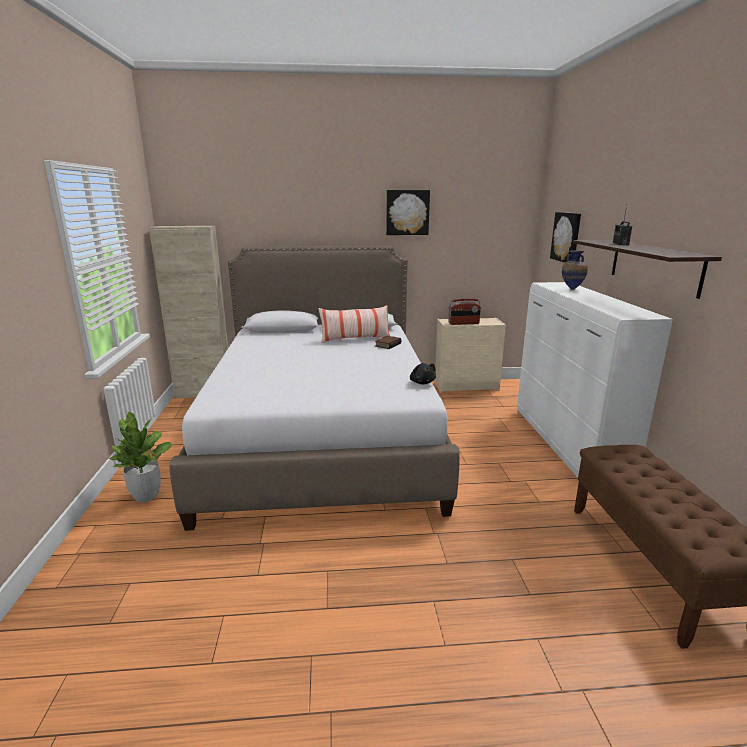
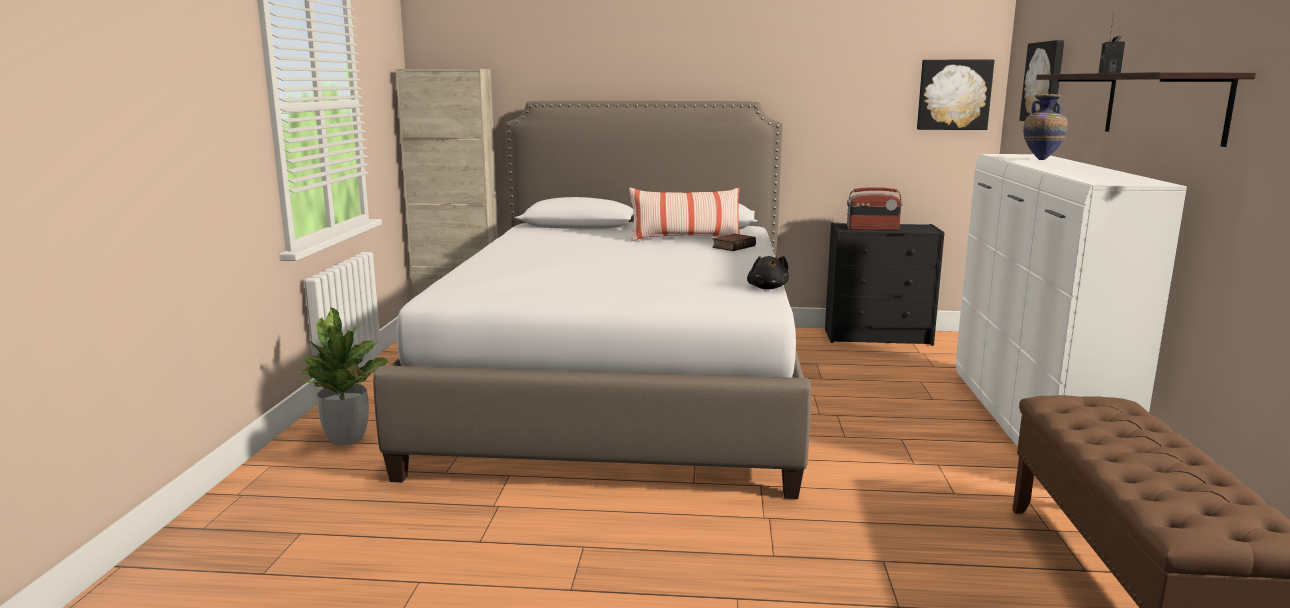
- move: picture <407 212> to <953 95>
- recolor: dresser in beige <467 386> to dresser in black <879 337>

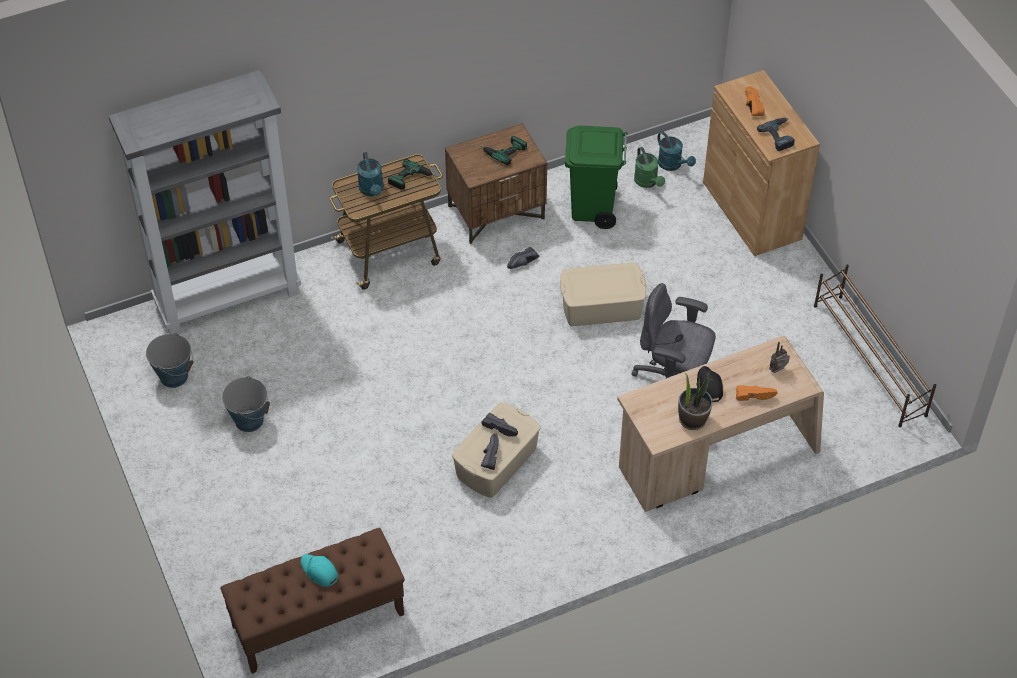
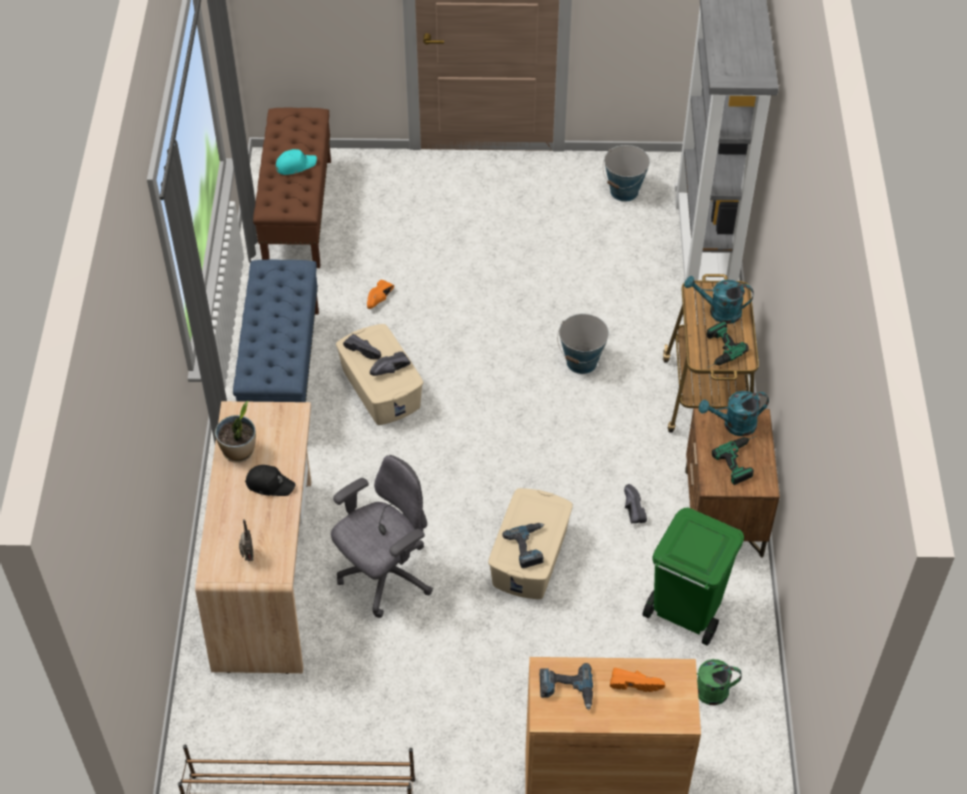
- move: bucket <249 420> to <582 362>
- move: watering can in turquoise <673 165> to <733 425>
- move: shoe in orange <754 395> to <381 299>
- insert: bench in blue <282 371>
- insert: power drill <529 547>

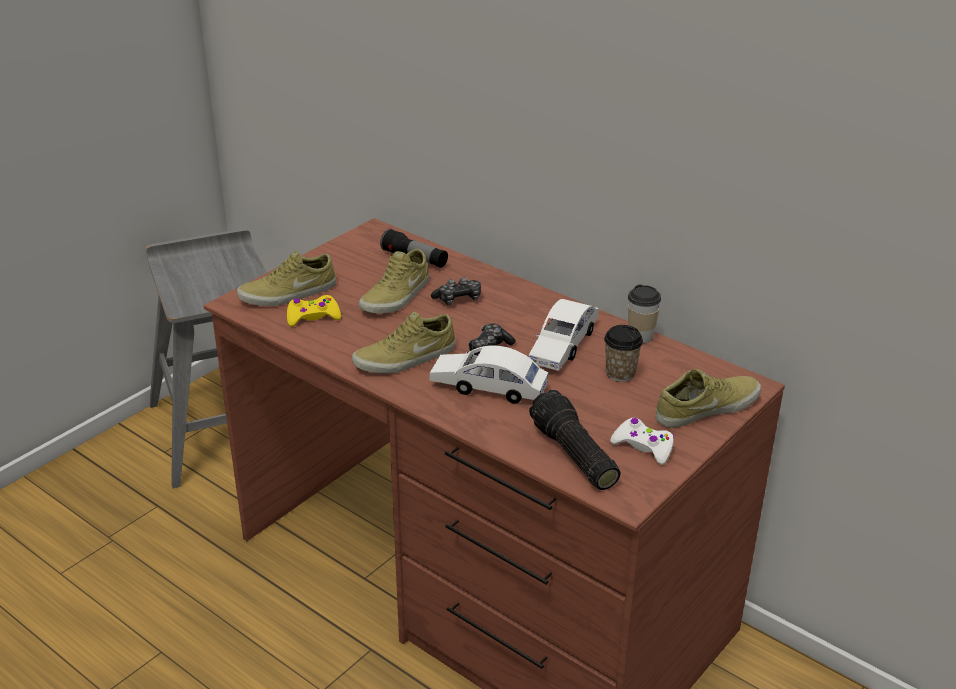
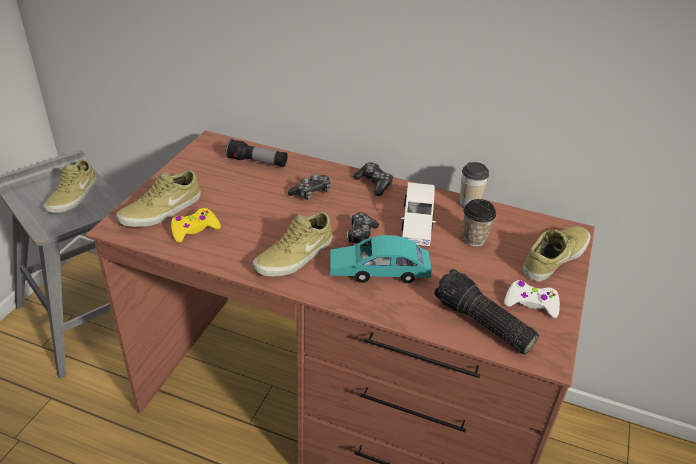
- move: shoe in beige <397 296> to <73 196>
- recolor: toy car in white <488 388> to toy car in turquoise <378 272>
- insert: game controller <374 184>

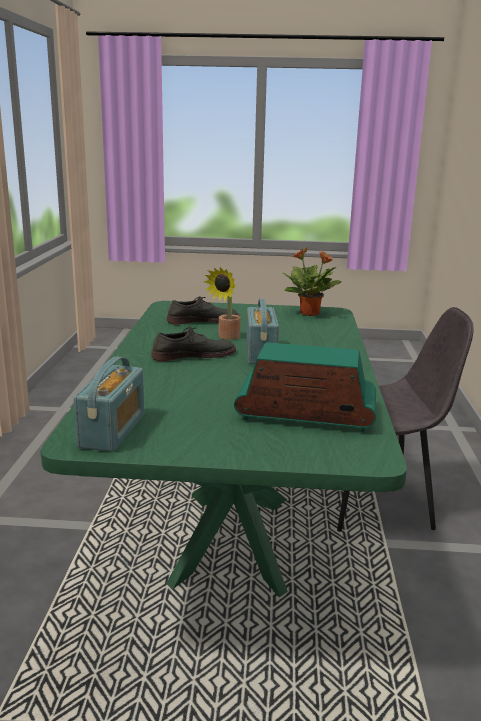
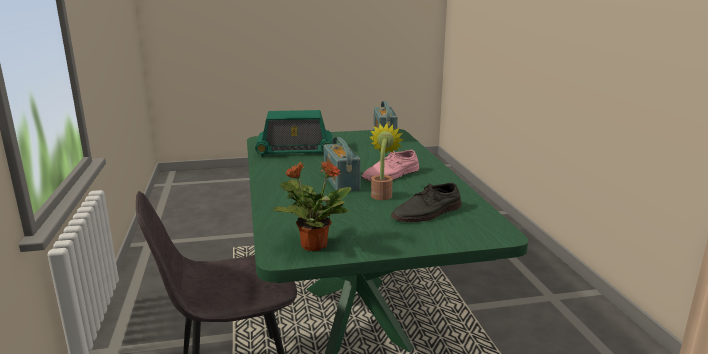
- recolor: shoe in grey <193 355> to shoe in pink <391 175>

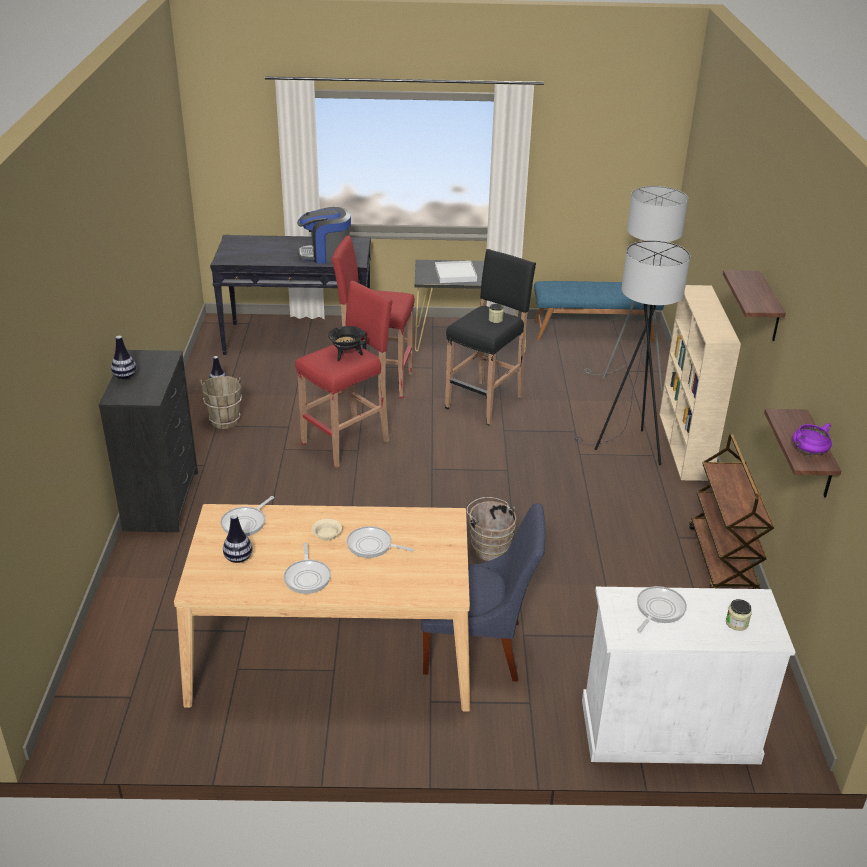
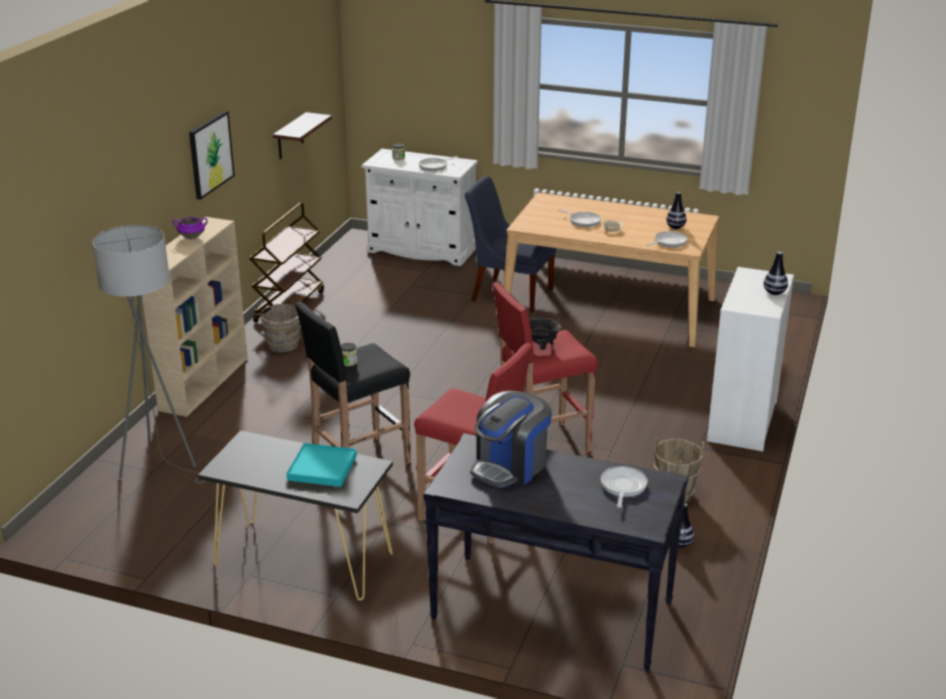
- recolor: dresser in black <162 501> to dresser in white <741 421>
- move: frying pan <307 577> to <623 487>
- rotate: coffee machine <326 254> = <510 466> 120 degrees clockwise
- recolor: tray in white <455 274> to tray in turquoise <322 468>
- move: bucket in brown <489 547> to <282 346>
- delete: bench in blue <593 331>
- delete: floor lamp in grey <627 449>
- replace: shelf <769 308> to picture <210 154>
- move: cooking pot in purple <808 452> to <192 237>

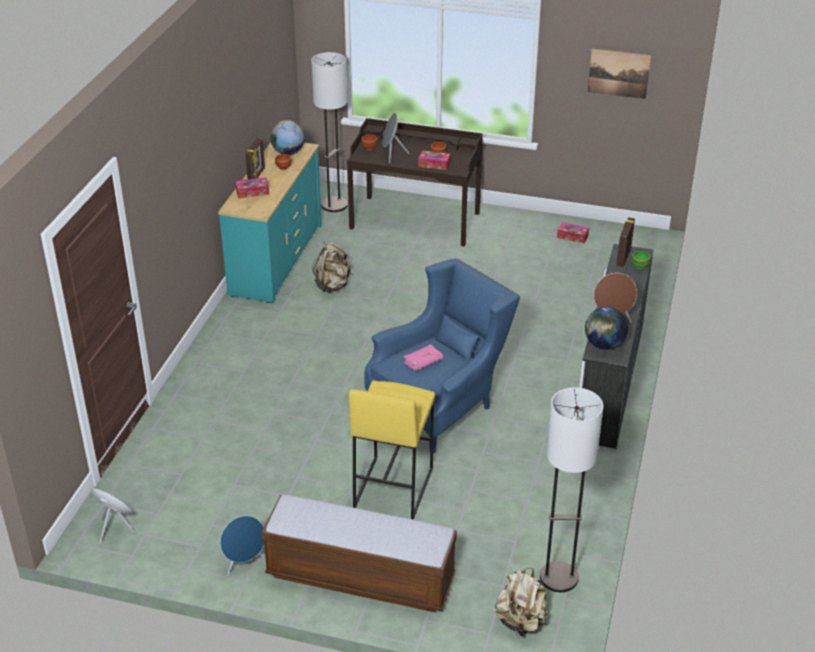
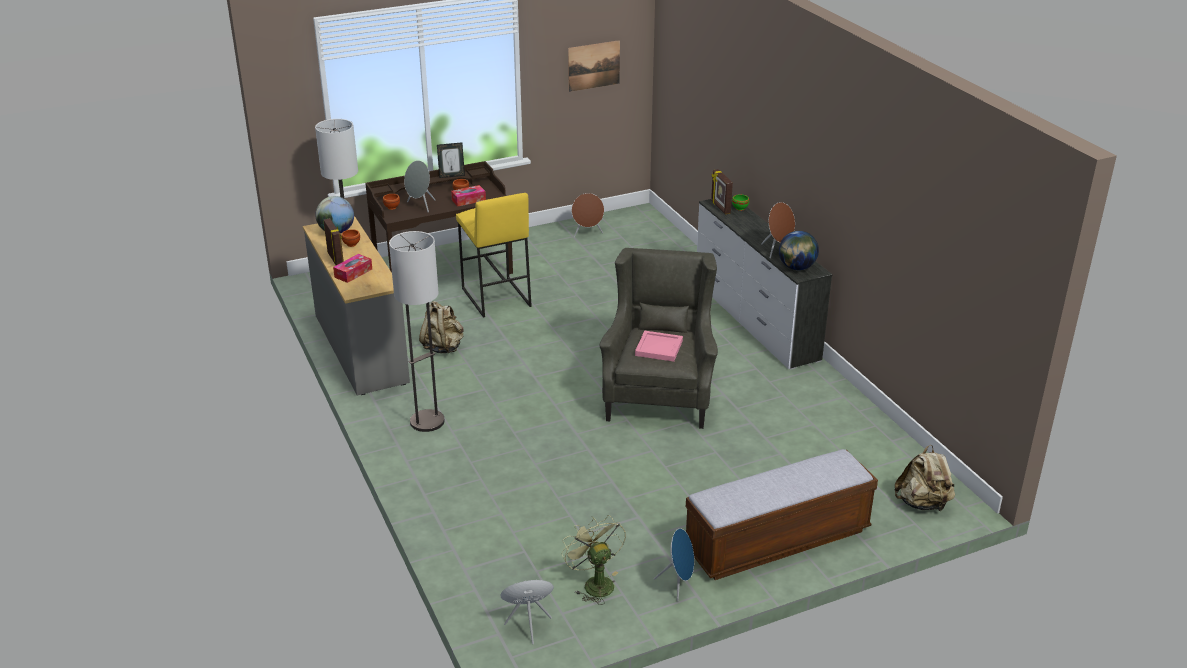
- recolor: dresser in turquoise <276 259> to dresser in grey <360 349>
- move: stool in yellow <392 487> to <495 297>
- recolor: armchair in blue <440 405> to armchair in grey <659 392>
- replace: book in pink <423 362> to tray in pink <658 348>
- move: floor lamp <558 578> to <427 422>
- replace: tissue box <572 236> to speaker in brown <587 233>
- insert: picture frame <451 176>
- insert: fan in green <594 583>

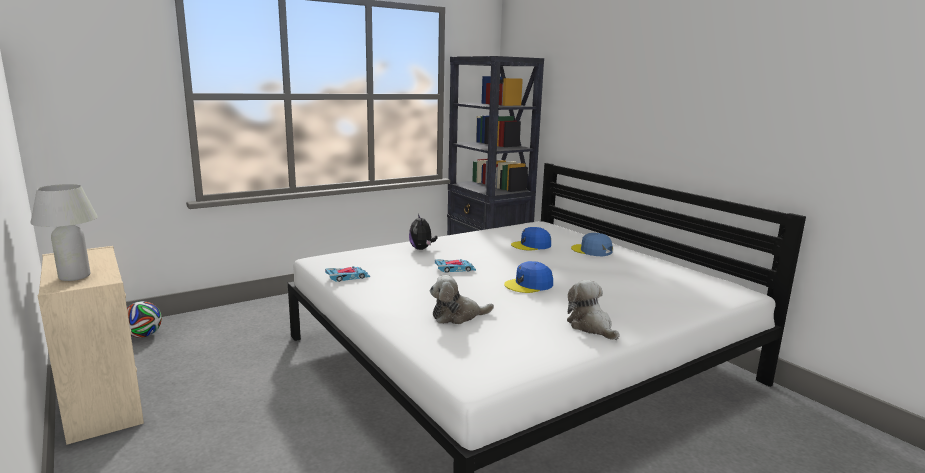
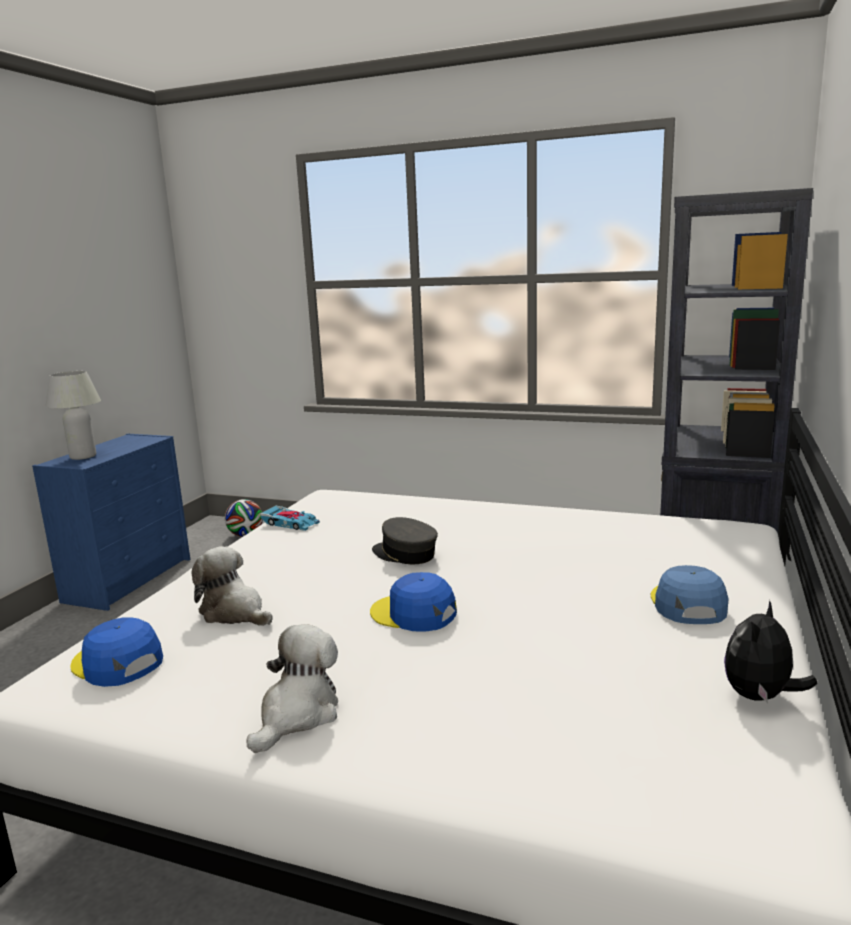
- recolor: dresser in beige <102 400> to dresser in blue <130 579>
- move: plush toy <422 249> to <760 697>
- replace: toy car <455 269> to cap in grey <404 554>
- move: cap in blue <531 245> to <117 663>

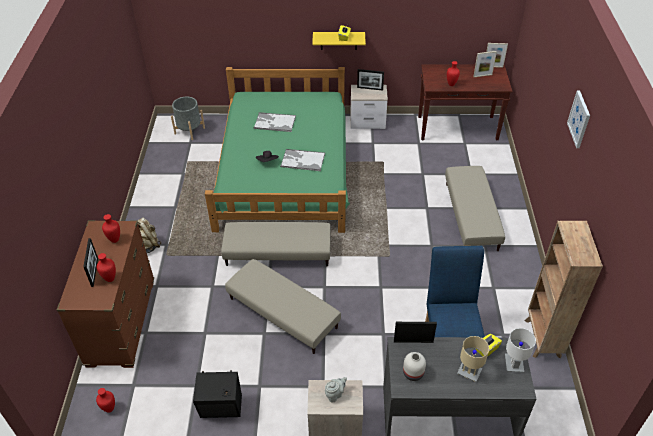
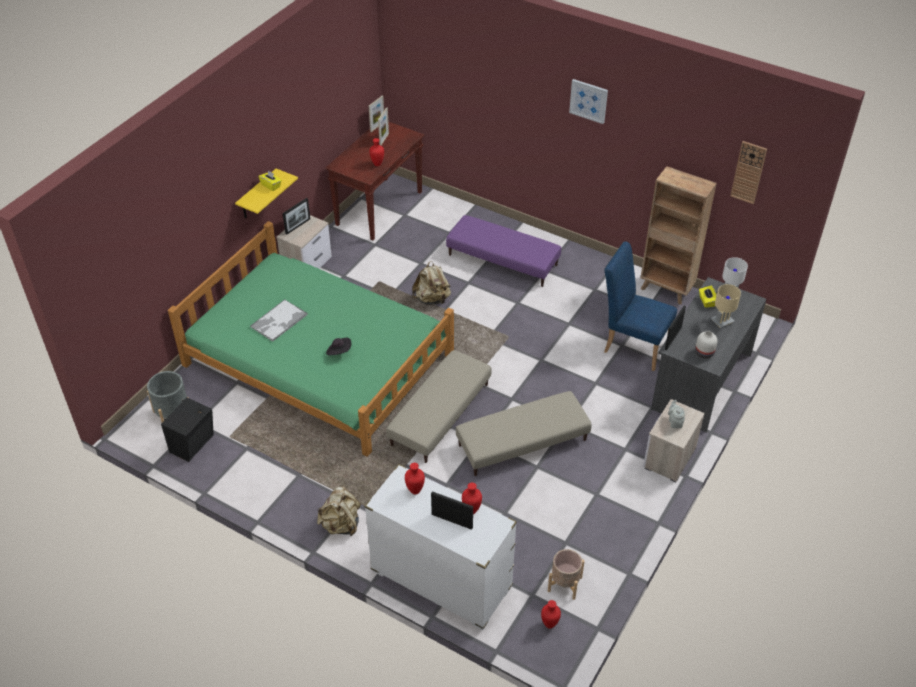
- recolor: dresser in brown <121 322> to dresser in white <441 580>
- move: speaker in black <221 408> to <194 444>
- delete: tray <302 160>
- recolor: ottoman in beige <470 216> to ottoman in purple <502 260>
- insert: backpack in beige <432 299>
- insert: planter in beige <564 584>
- insert: wall clock <748 172>

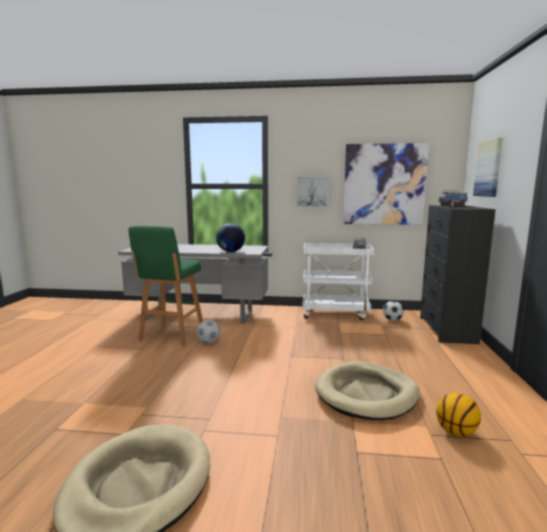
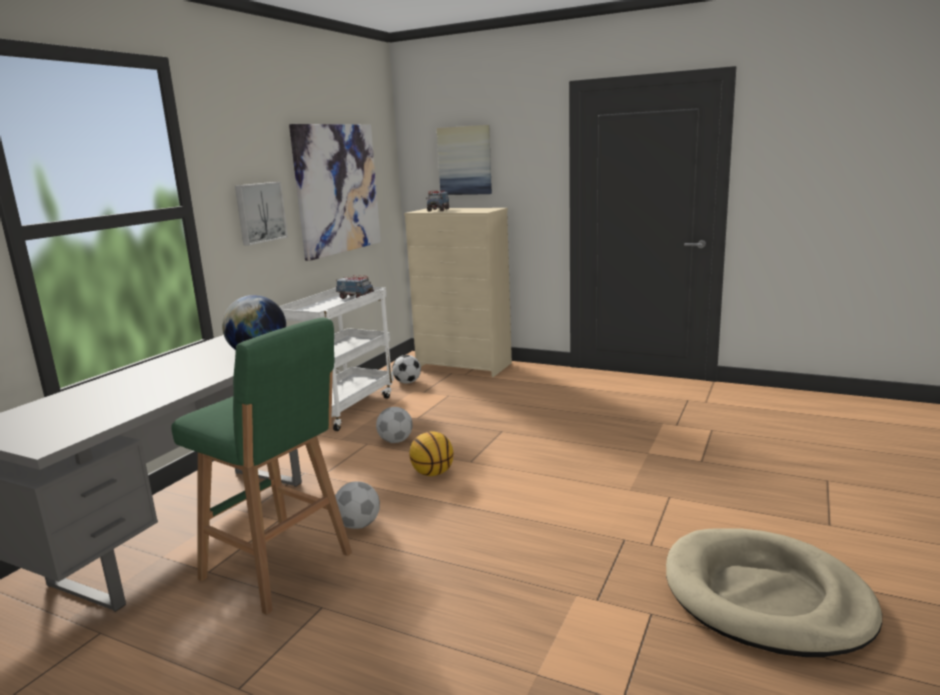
- delete: dog bed in beige <366 394>
- recolor: dresser in black <447 330> to dresser in beige <464 365>
- move: basketball <456 432> to <433 473>
- insert: football <395 441>

